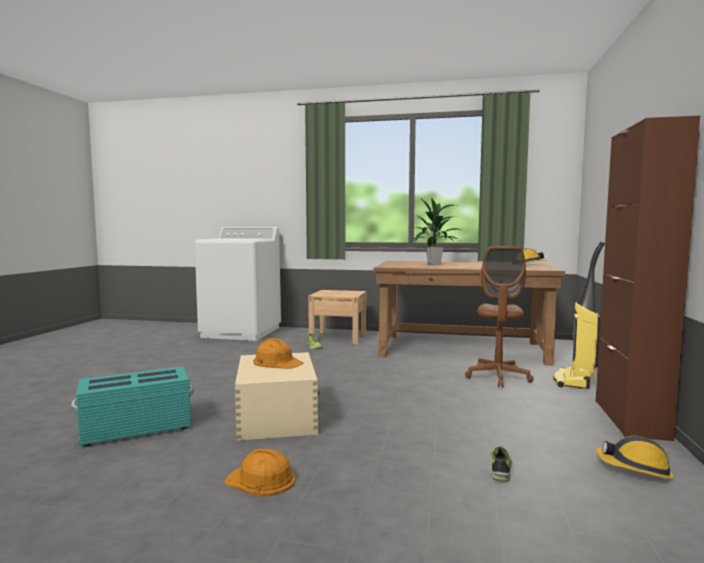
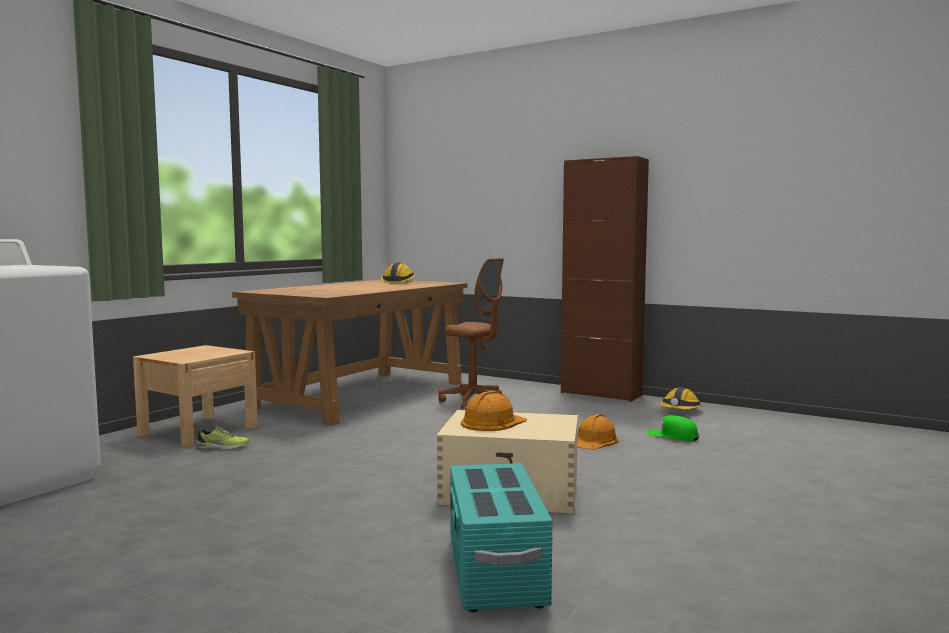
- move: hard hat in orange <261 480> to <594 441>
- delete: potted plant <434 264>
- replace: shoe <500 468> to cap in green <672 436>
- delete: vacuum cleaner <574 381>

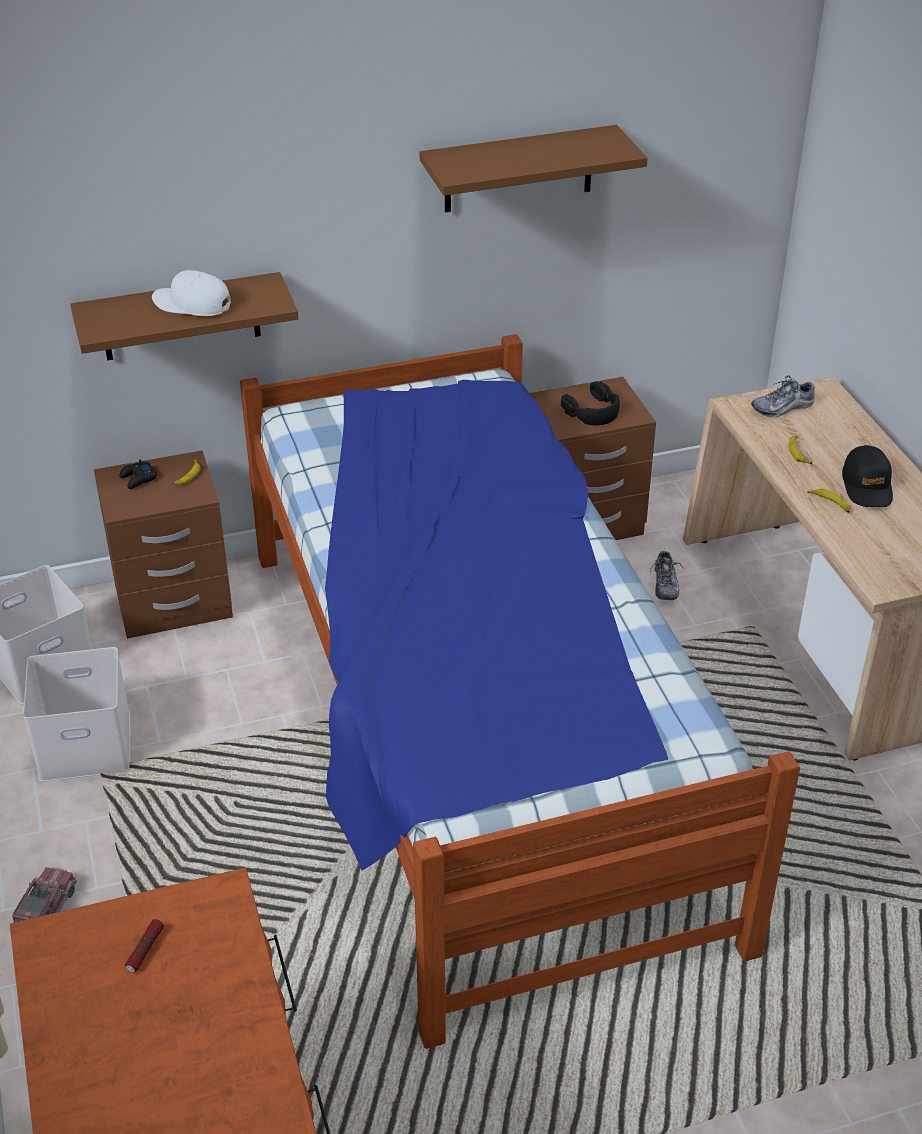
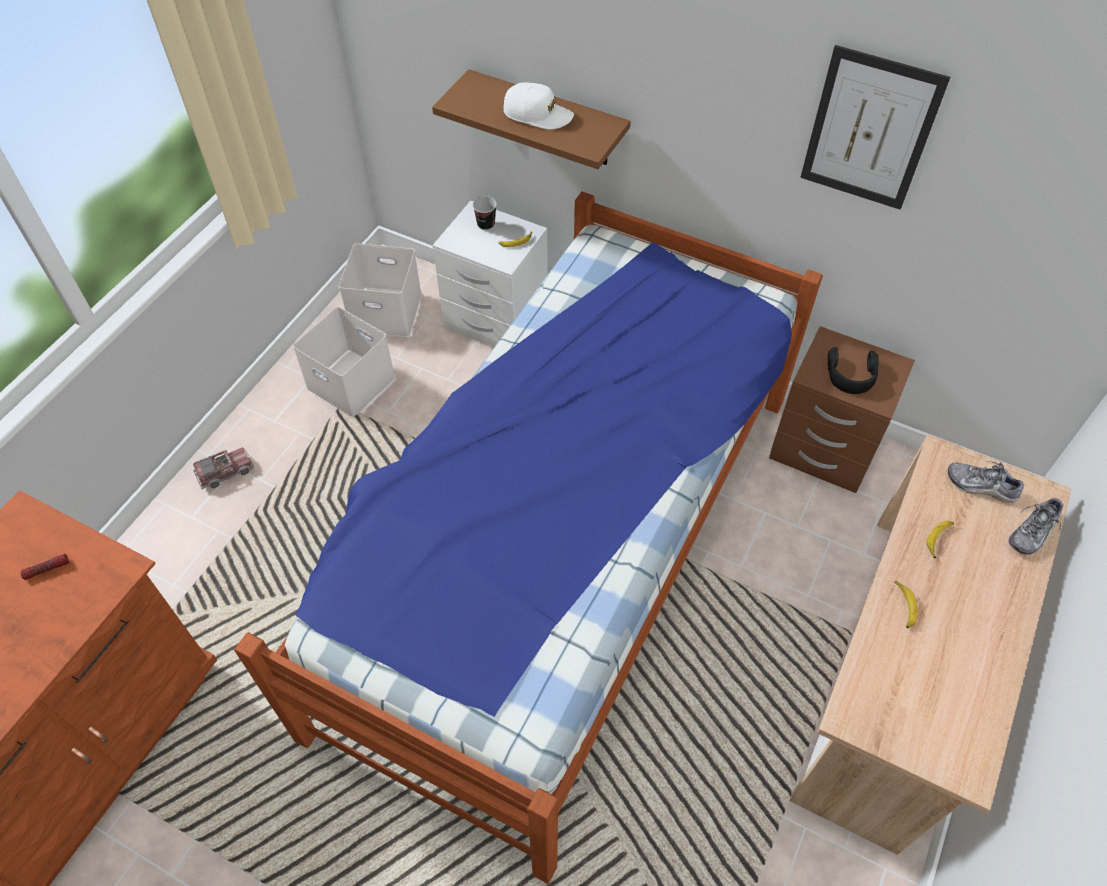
- recolor: nightstand in brown <173 602> to nightstand in white <496 321>
- replace: game controller in black <138 479> to cup <486 225>
- rotate: cap in white <192 304> = <538 114> 135 degrees clockwise
- replace: shelf in brown <518 169> to picture <870 130>
- move: shoe <665 584> to <1032 532>
- delete: cap in black <867 486>

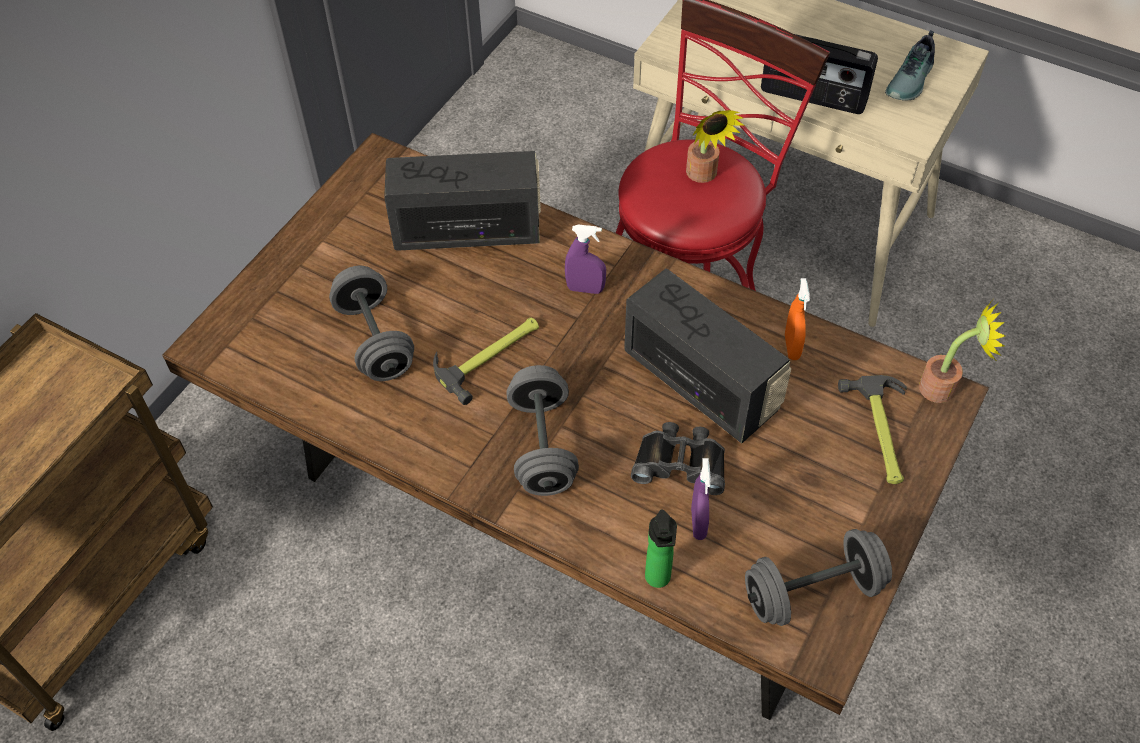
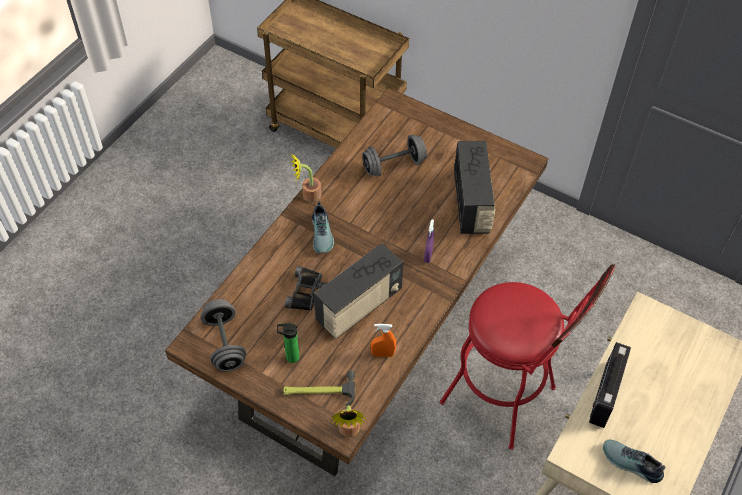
- delete: hammer <490 356>
- replace: dumbbell in grey <542 446> to shoe <323 234>
- move: bottle <658 580> to <290 357>
- move: potted plant <703 176> to <308 196>
- delete: spray bottle in purple <698 523>

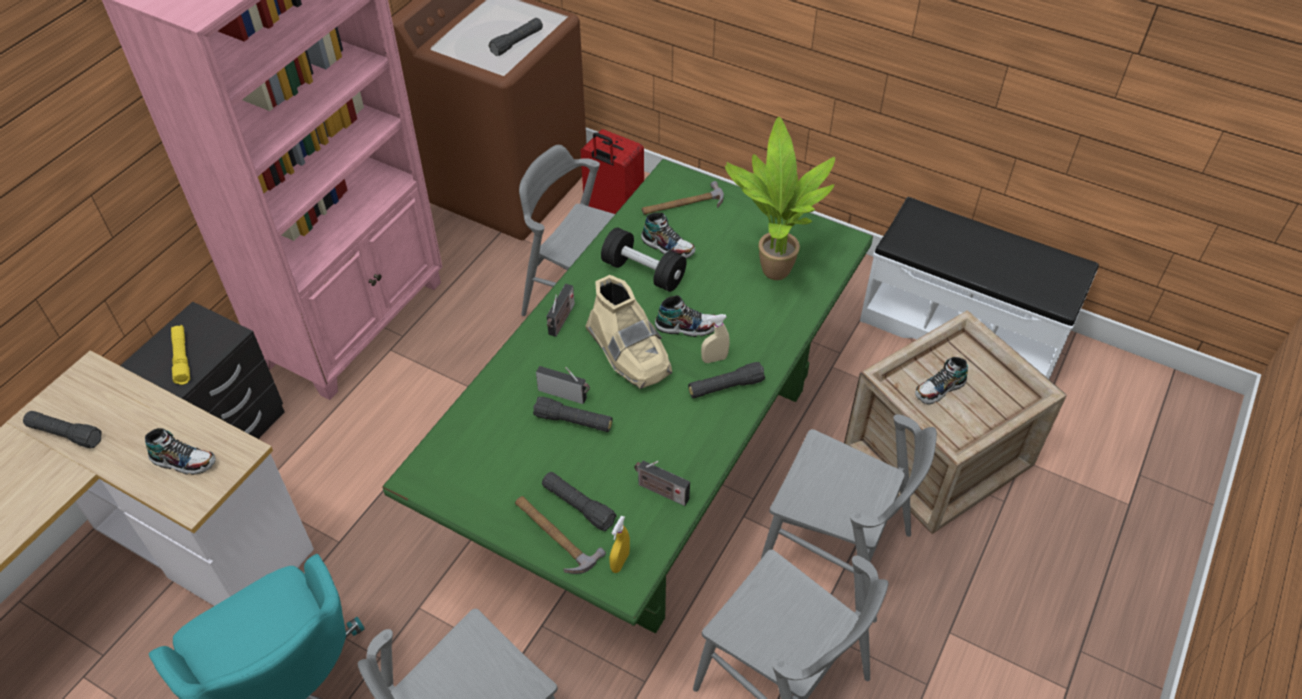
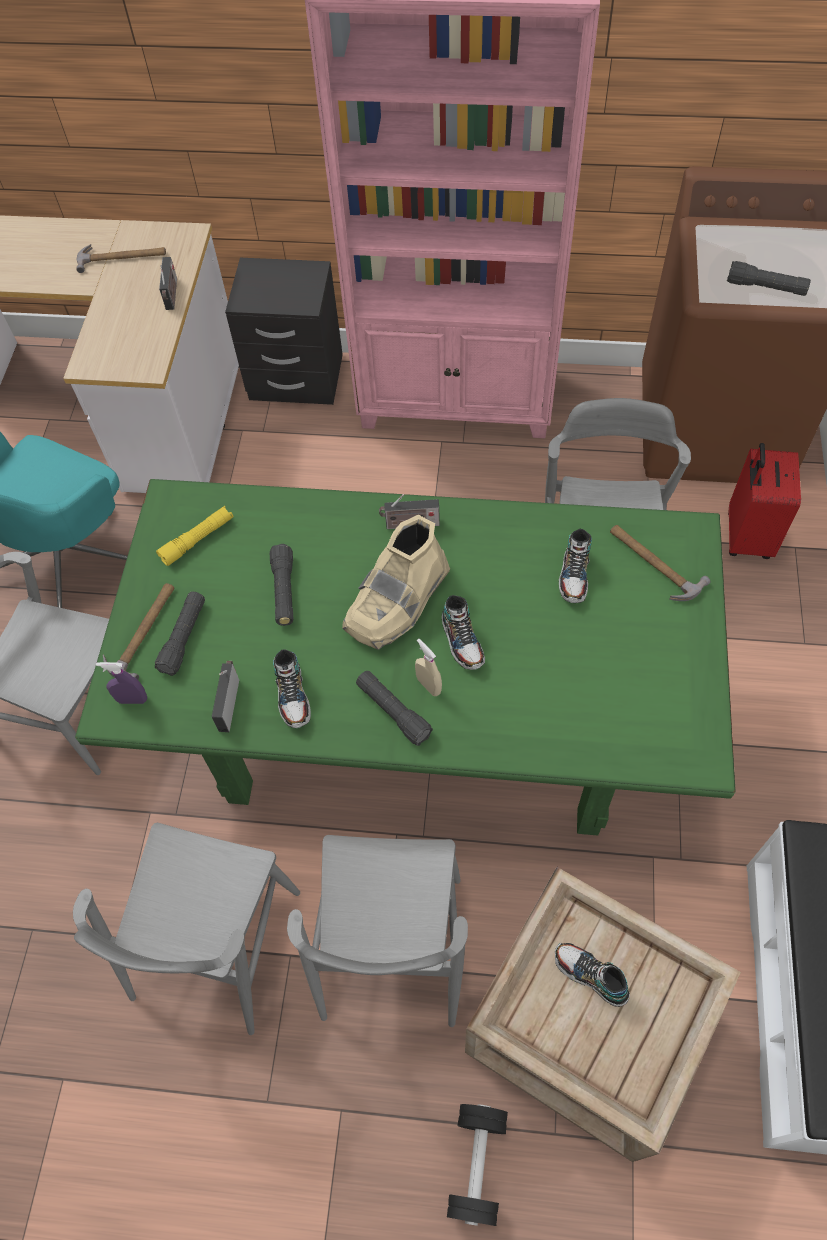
- replace: flashlight in black <66 434> to hammer <122 258>
- move: shoe <184 461> to <293 696>
- move: flashlight in yellow <182 358> to <197 540>
- move: radio <565 394> to <172 295>
- move: dumbbell in black <643 272> to <477 1164>
- recolor: spray bottle in yellow <620 562> to spray bottle in purple <132 700>
- delete: potted plant <770 271>

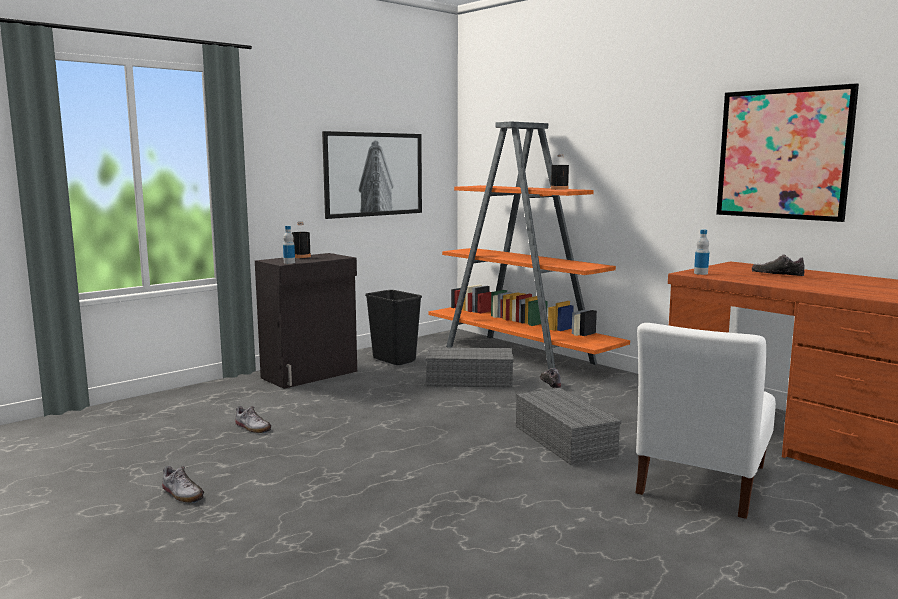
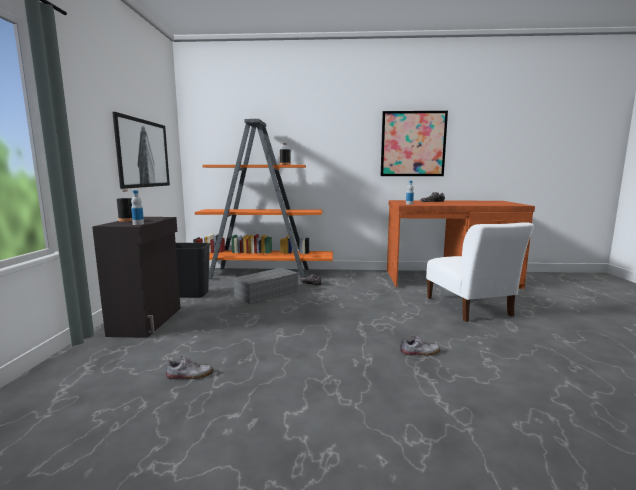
- move: shoe <182 494> to <419 352>
- delete: storage box in grey <562 440>

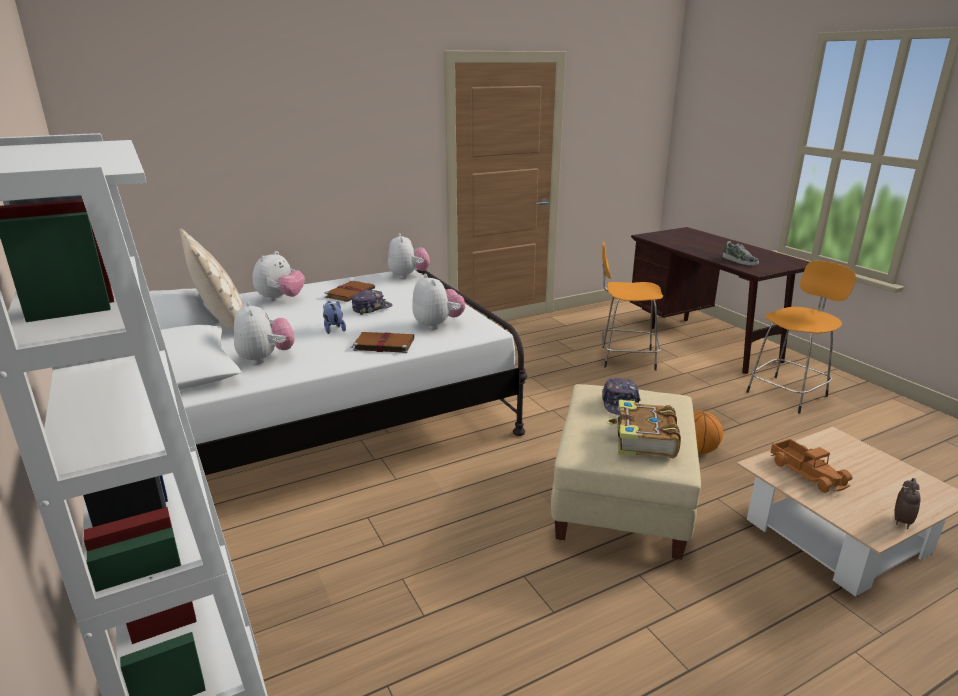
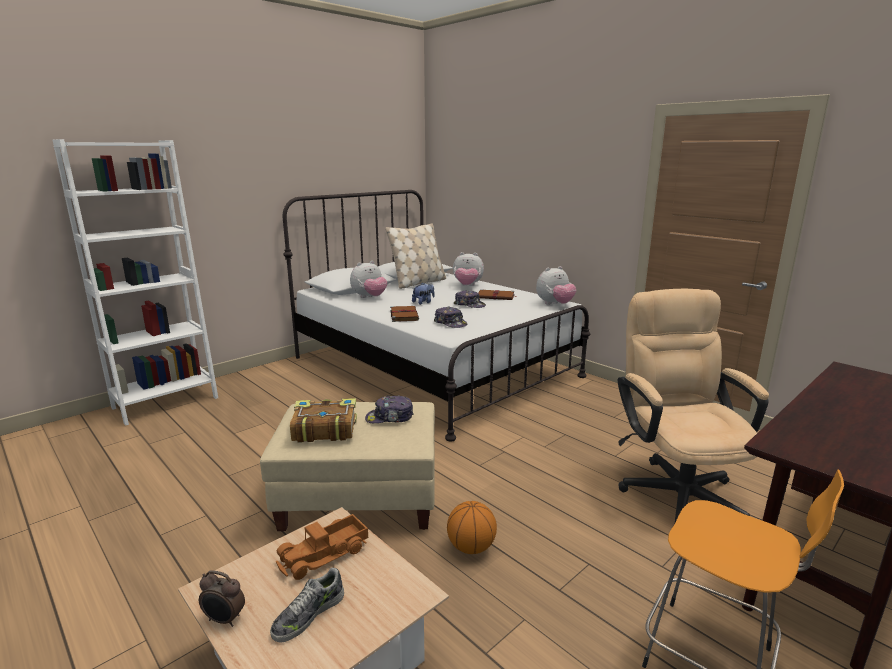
- replace: plush toy <438 325> to cap <450 323>
- replace: stool in orange <625 358> to office chair in beige <676 489>
- move: shoe <739 261> to <308 614>

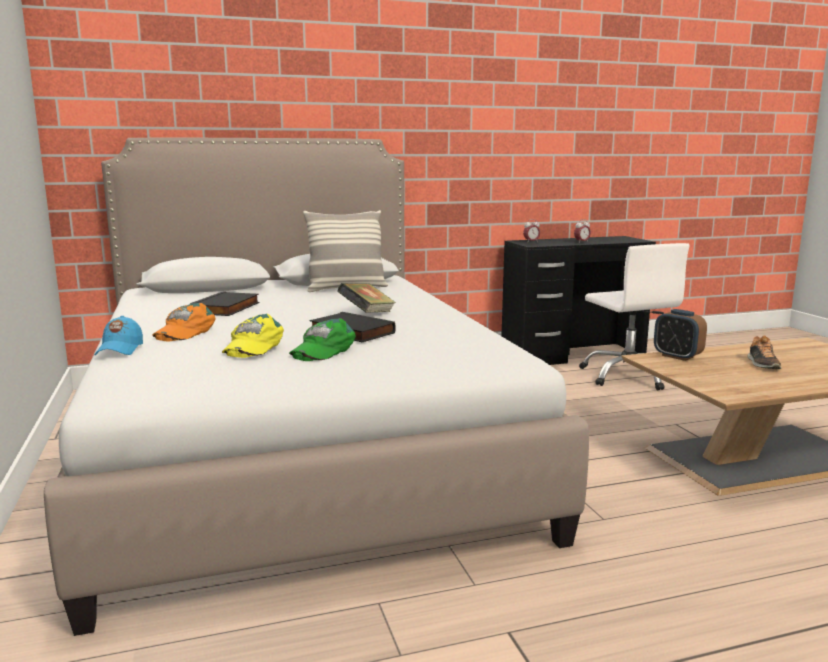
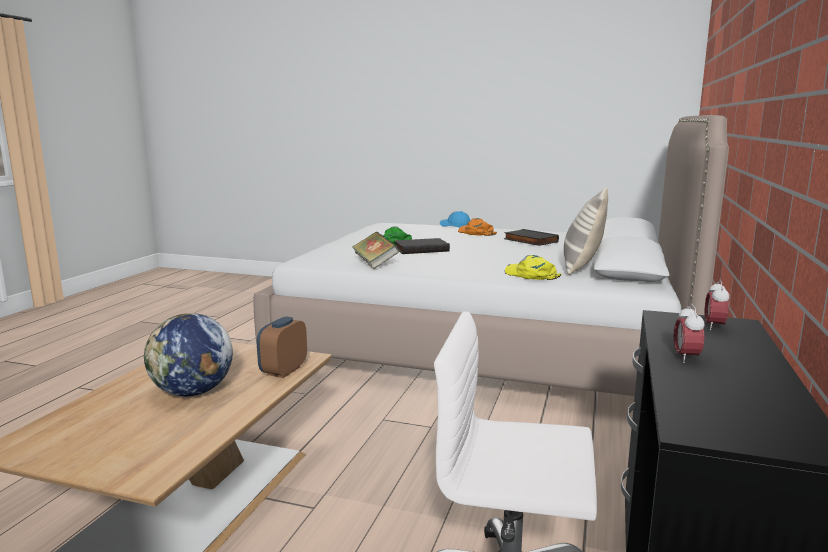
- move: cap in yellow <252 346> to <531 275>
- move: book <367 315> to <375 264>
- rotate: alarm clock <677 356> = <283 371> 60 degrees counterclockwise
- replace: shoe <762 364> to globe <192 392>

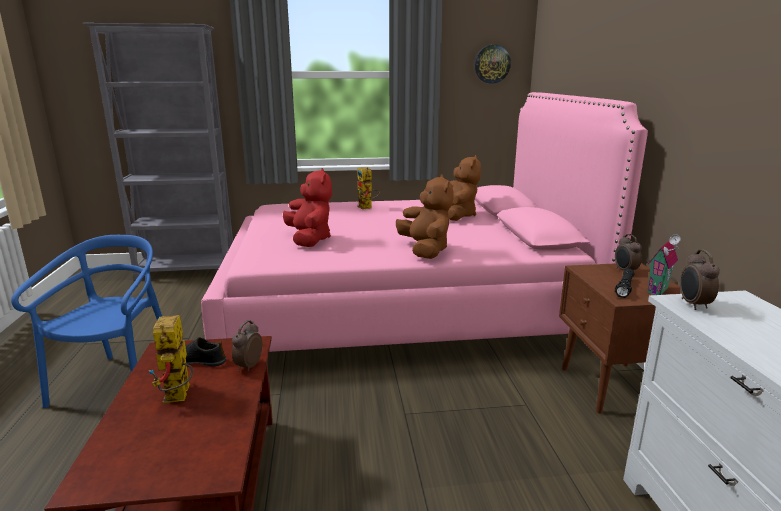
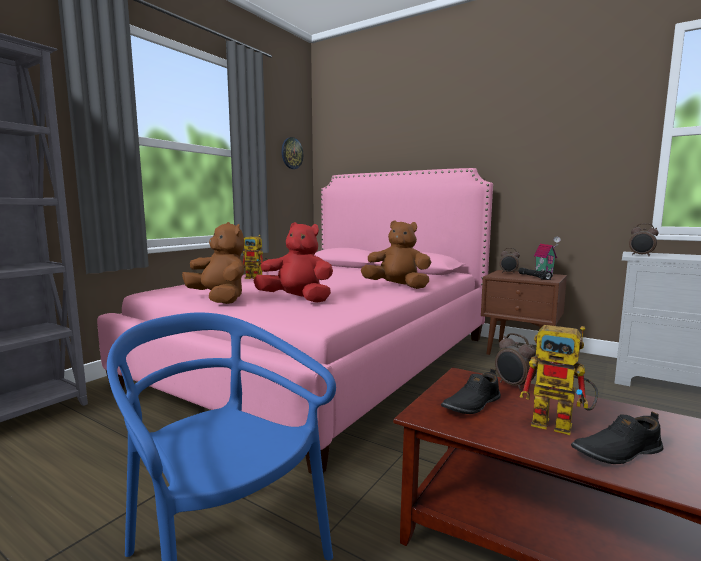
- move: plush toy in brown <457 216> to <219 299>
- insert: shoe in black <616 452>

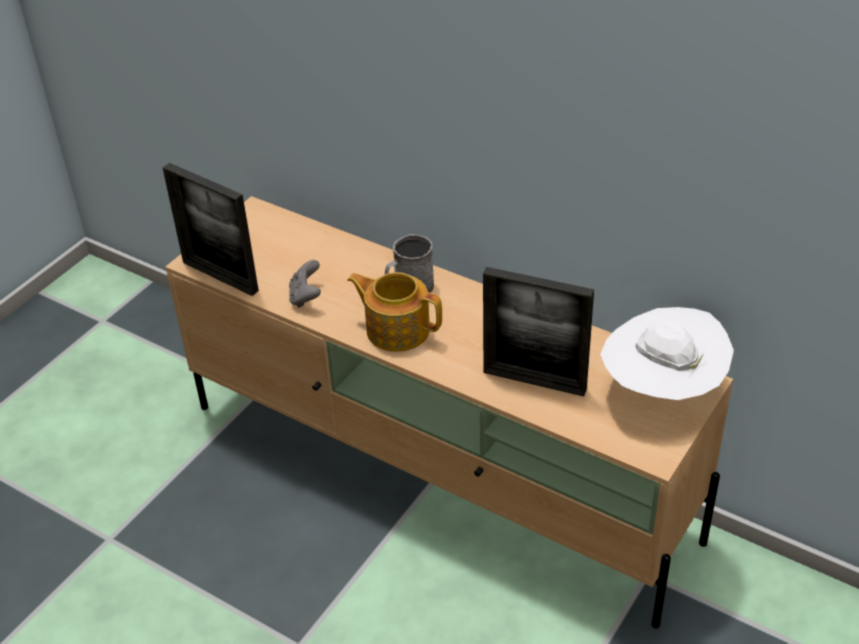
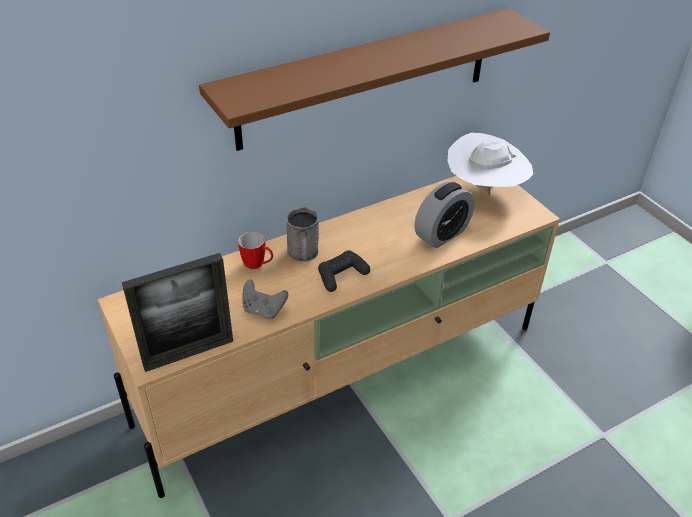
- replace: teapot <397 329> to game controller in black <341 276>
- replace: picture frame <534 381> to alarm clock <442 234>
- insert: shelf in brown <366 78>
- insert: mug <258 265>

